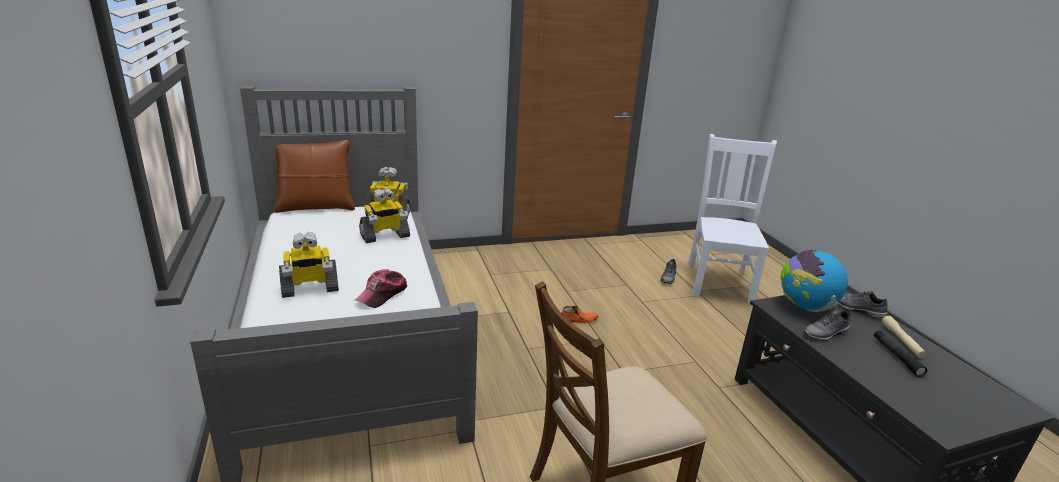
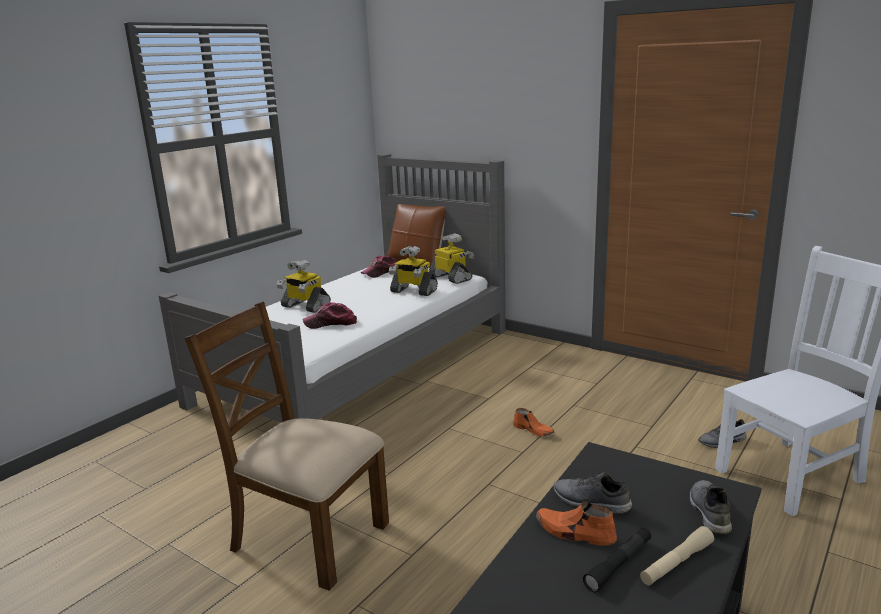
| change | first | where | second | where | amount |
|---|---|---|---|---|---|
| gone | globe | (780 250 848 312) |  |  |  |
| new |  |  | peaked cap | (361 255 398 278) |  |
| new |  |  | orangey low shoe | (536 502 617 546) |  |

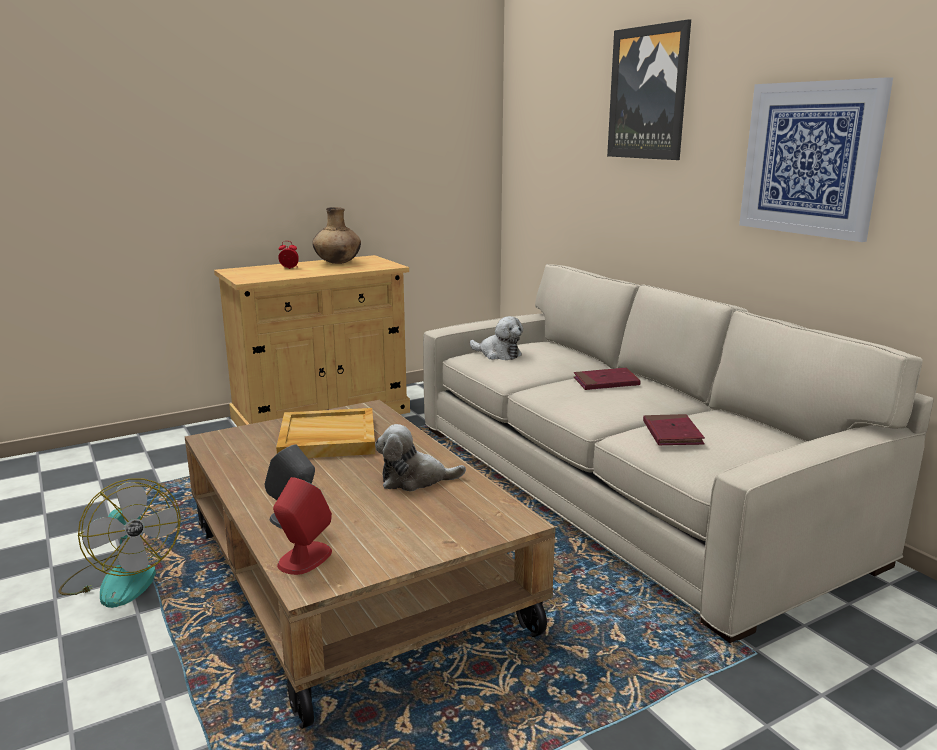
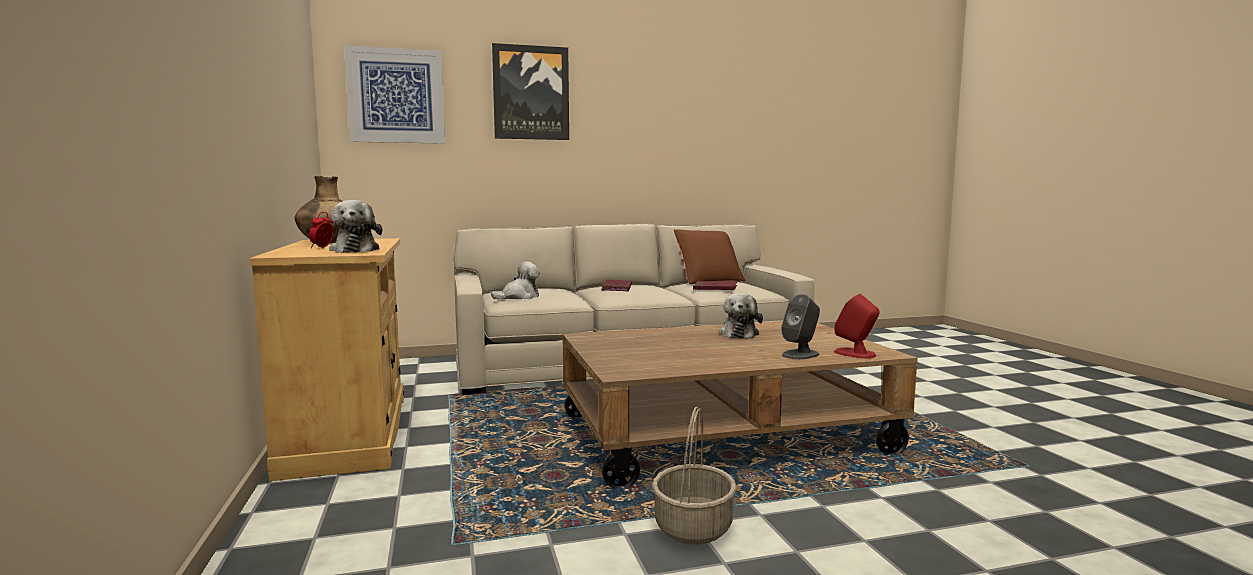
| change | first | where | second | where | amount |
|---|---|---|---|---|---|
| swapped | fan | (58 478 181 608) | storage basket | (652 407 736 545) |  |
| gone | beige-coloured carrying tray | (276 408 375 458) |  |  |  |
| shifted | picture | (739 77 893 242) |  | (345 46 446 144) |  |
| new |  |  | cuddly toy | (329 200 382 253) |  |
| new |  |  | brown-coloured cushion | (674 229 745 284) |  |

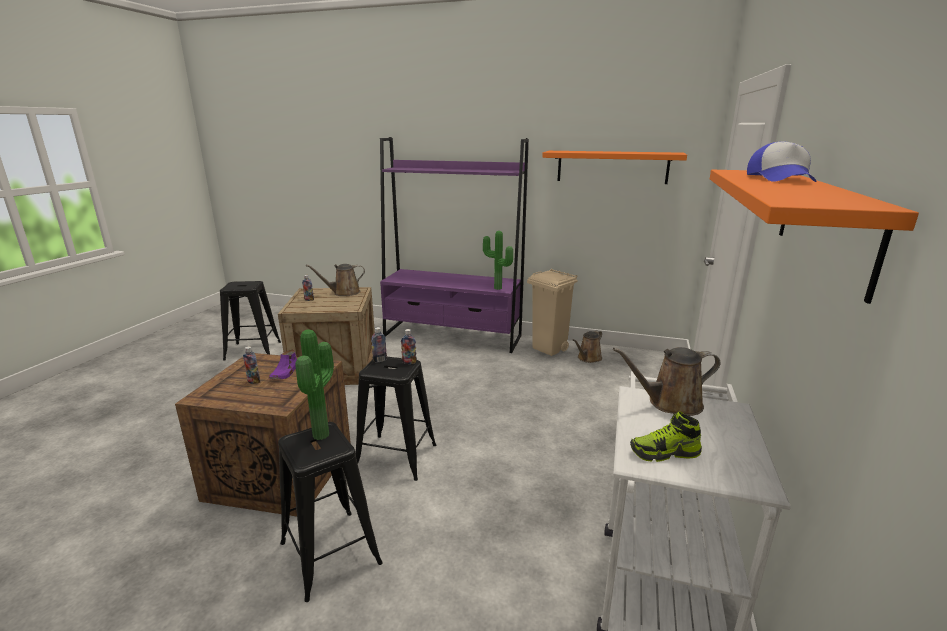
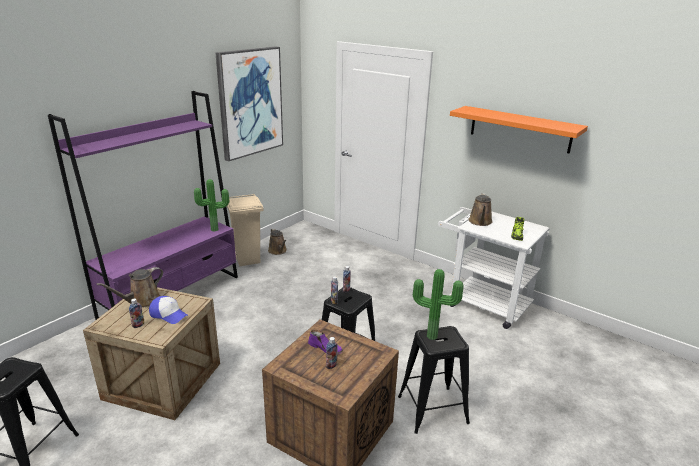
| change | first | where | second | where | amount |
|---|---|---|---|---|---|
| rotated | brown-coloured watering pot | (306 264 365 296) |  | (96 267 163 308) | 45 degrees clockwise |
| swapped | orangey bracket shelf | (542 151 687 184) | picture | (216 46 283 161) |  |
| shifted | peaked cap | (747 141 817 182) |  | (149 296 188 324) |  |

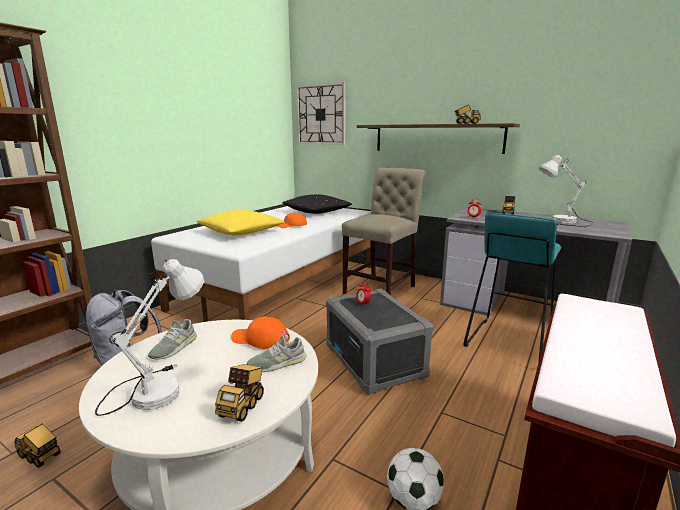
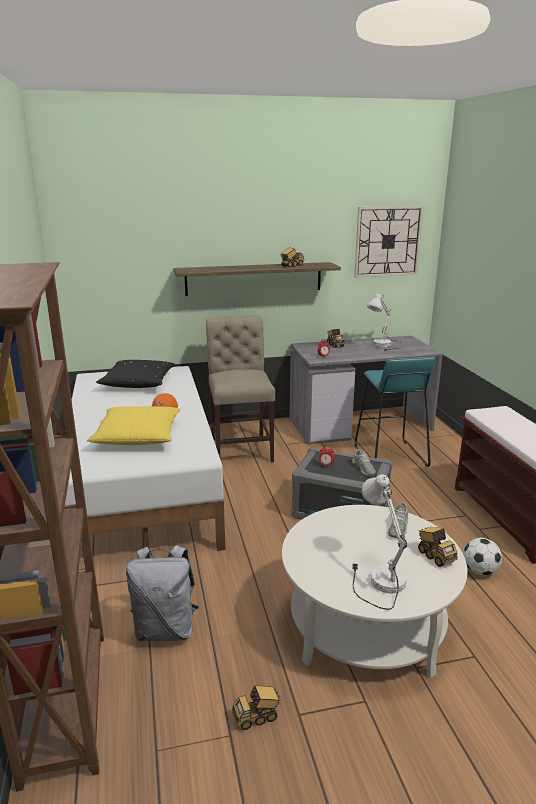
| change | first | where | second | where | amount |
|---|---|---|---|---|---|
| shifted | gray low shoe | (148 319 197 359) |  | (352 449 376 476) |  |
| gone | orangey peaked cap | (231 316 290 349) |  |  |  |
| shifted | wall clock | (296 82 346 145) |  | (354 206 424 277) |  |

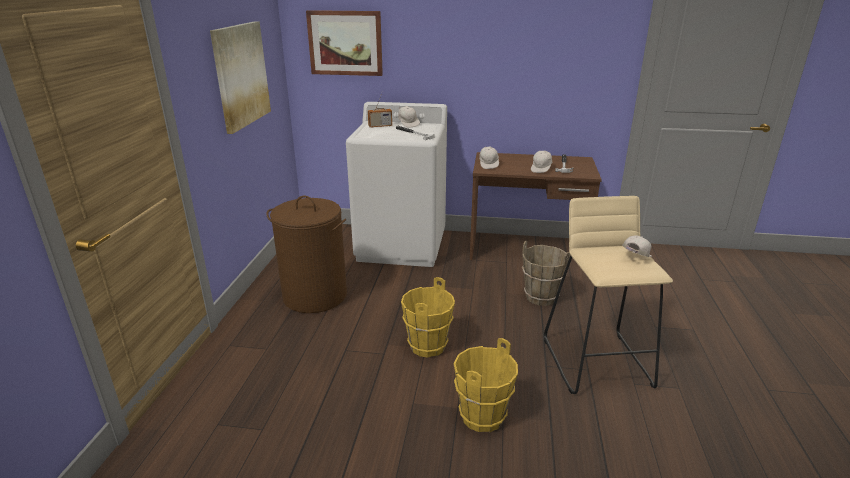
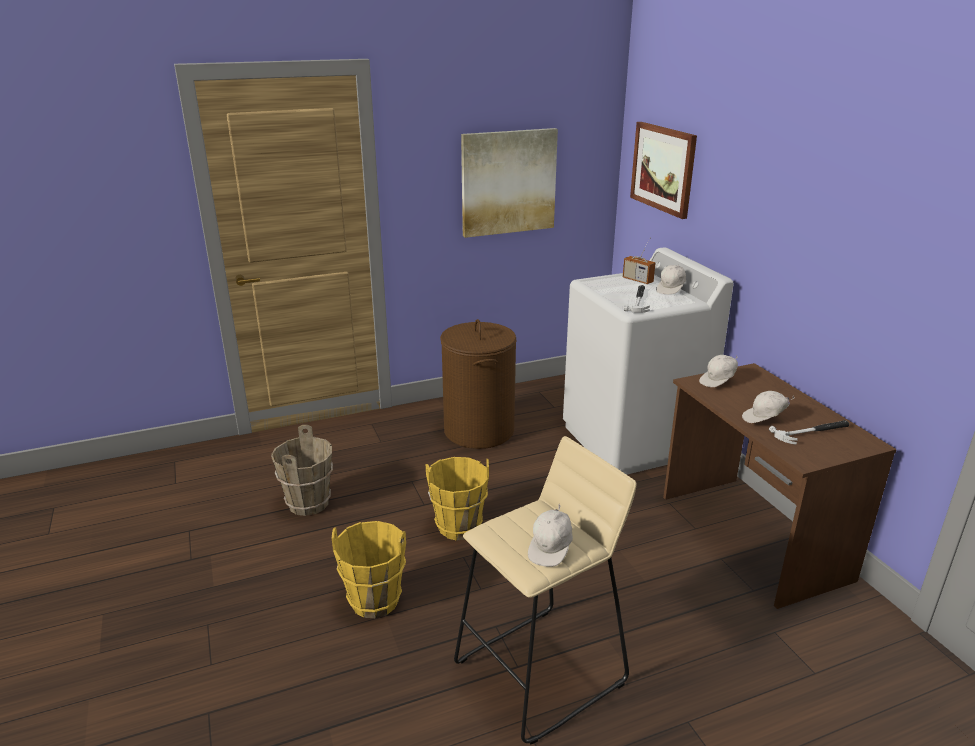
| change | first | where | second | where | amount |
|---|---|---|---|---|---|
| shifted | brown-coloured pail | (522 241 570 306) |  | (271 425 333 516) |  |
| rotated | whitish peaked cap | (622 235 652 257) |  | (528 503 573 567) | 105 degrees clockwise |

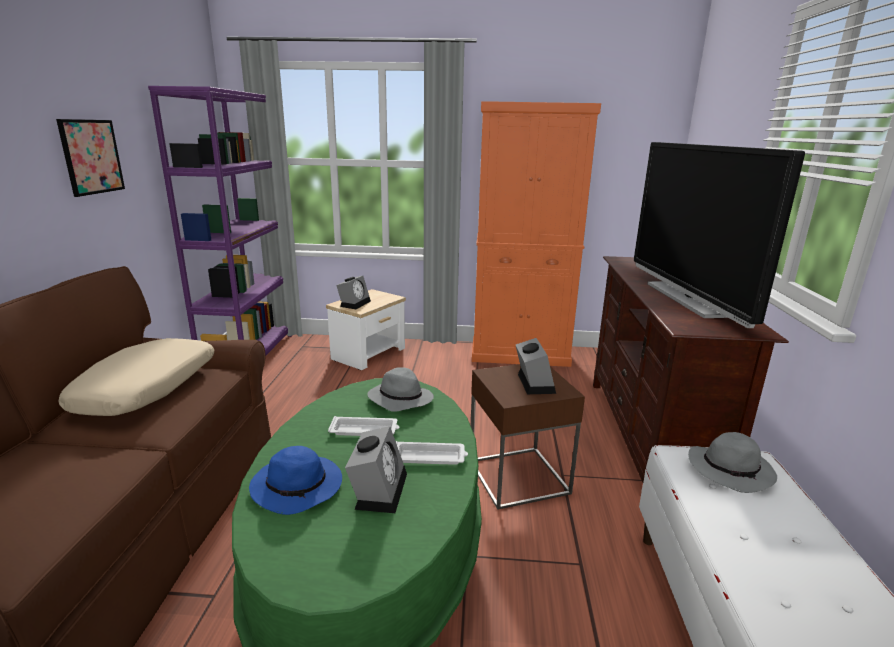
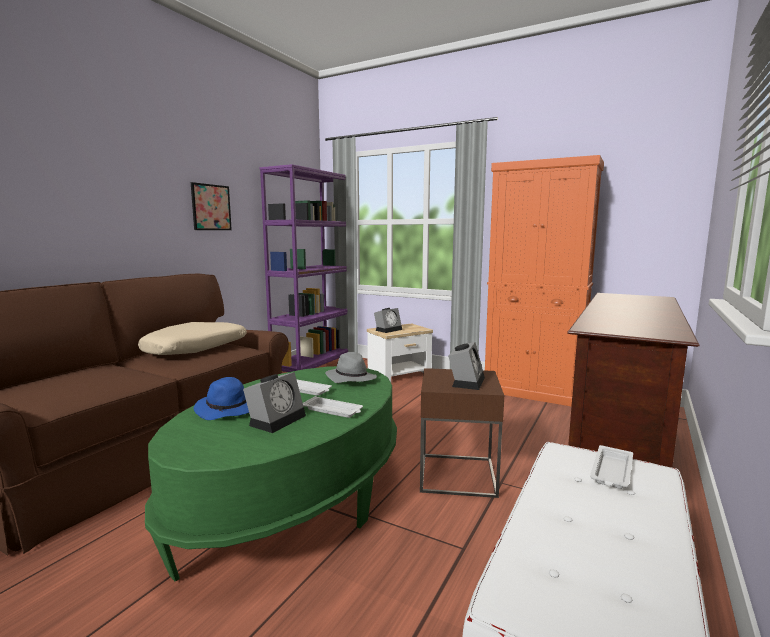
| change | first | where | second | where | amount |
|---|---|---|---|---|---|
| gone | television | (634 142 805 328) |  |  |  |
| swapped | gray wearable hat | (688 432 777 493) | whitish carrying tray | (590 445 633 489) |  |

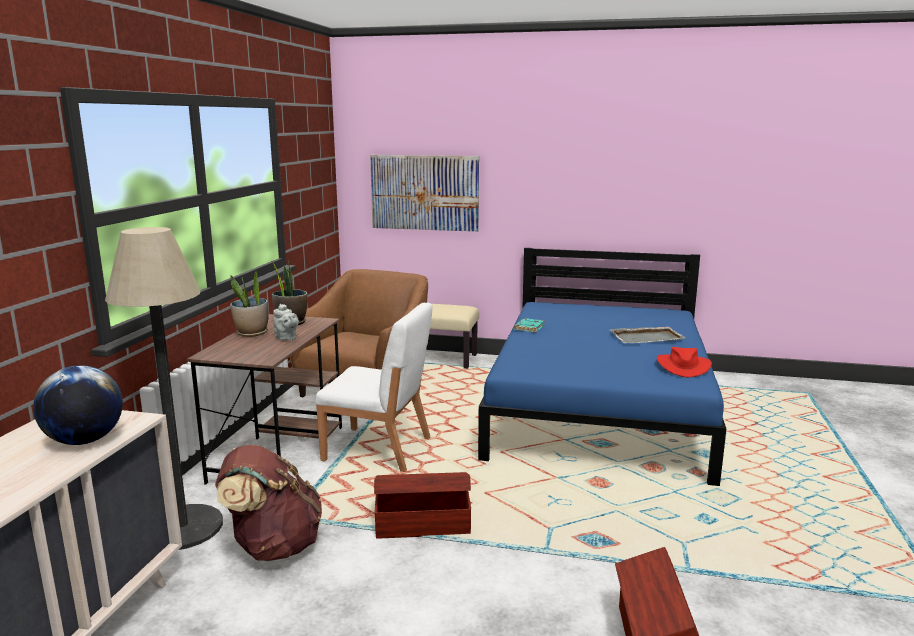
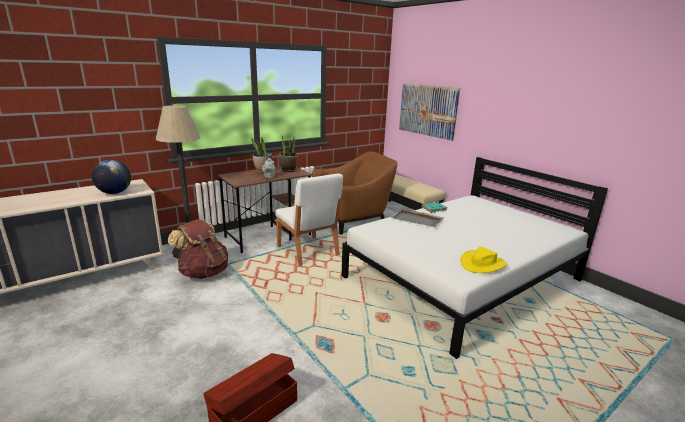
| change | first | where | second | where | amount |
|---|---|---|---|---|---|
| gone | brown-coloured storage container | (374 472 471 539) |  |  |  |
| repainted | blue-coloured bed | (478 248 726 486) | whitish bed | (341 157 608 359) |  |
| shifted | gray carrying tray | (609 326 686 343) |  | (390 208 444 227) |  |
| repainted | reddish wearable hat | (657 347 712 377) | yellow-coloured wearable hat | (460 247 507 273) |  |

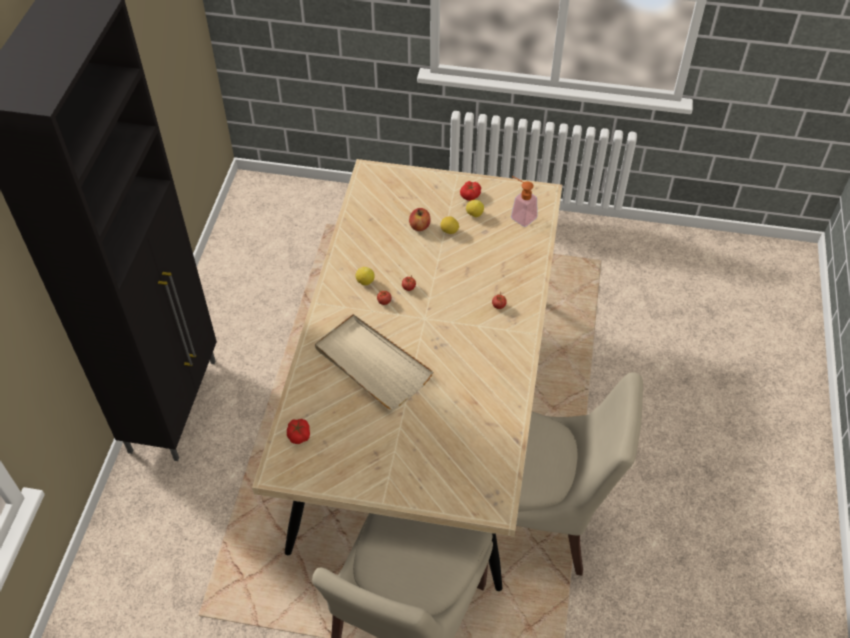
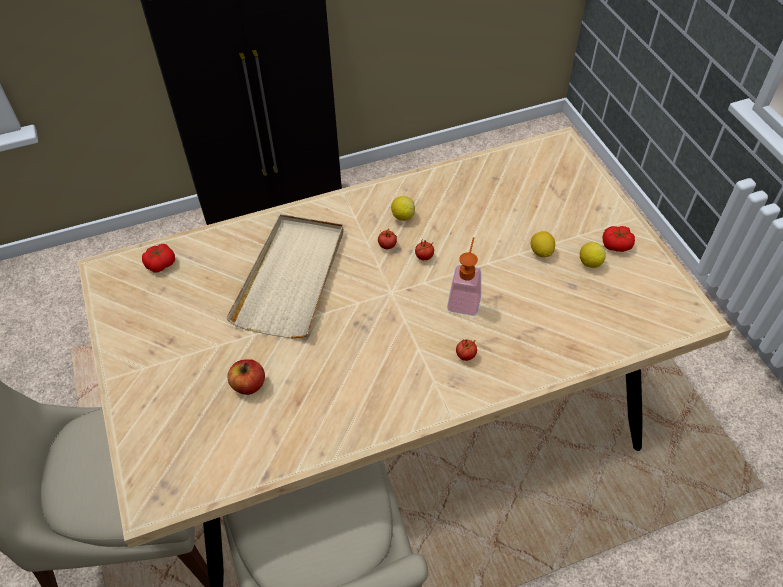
| change | first | where | second | where | amount |
|---|---|---|---|---|---|
| shifted | apple fruit | (409 208 430 231) |  | (228 359 265 395) |  |
| shifted | liquid soap bottle | (511 176 538 227) |  | (447 237 481 316) |  |

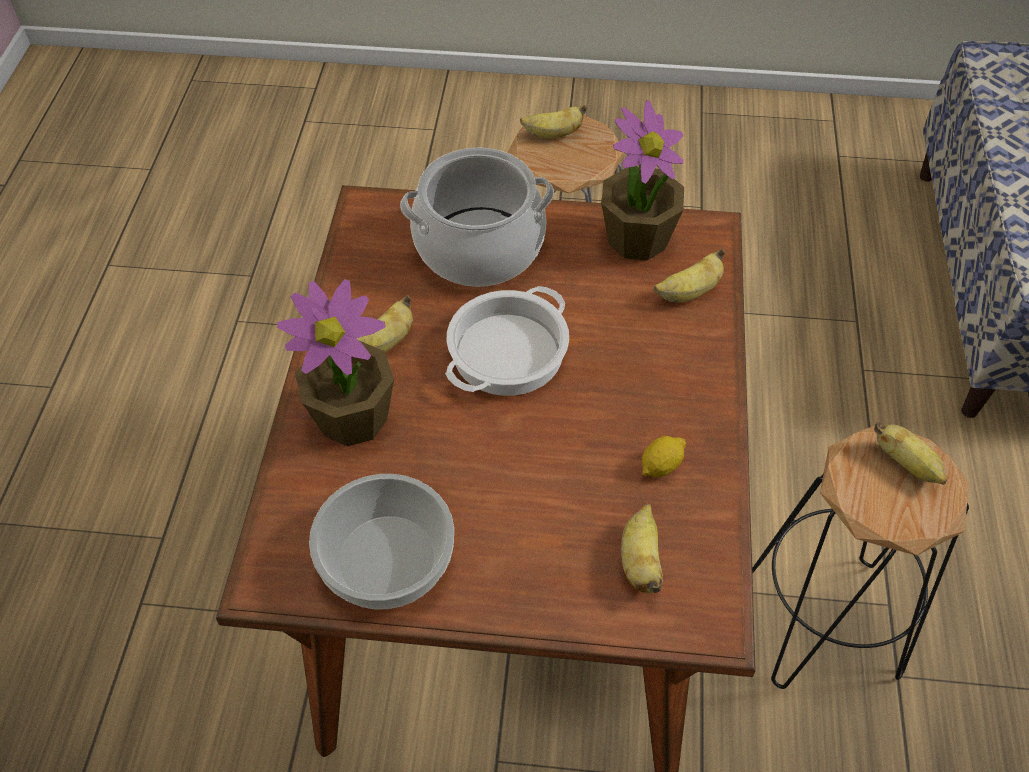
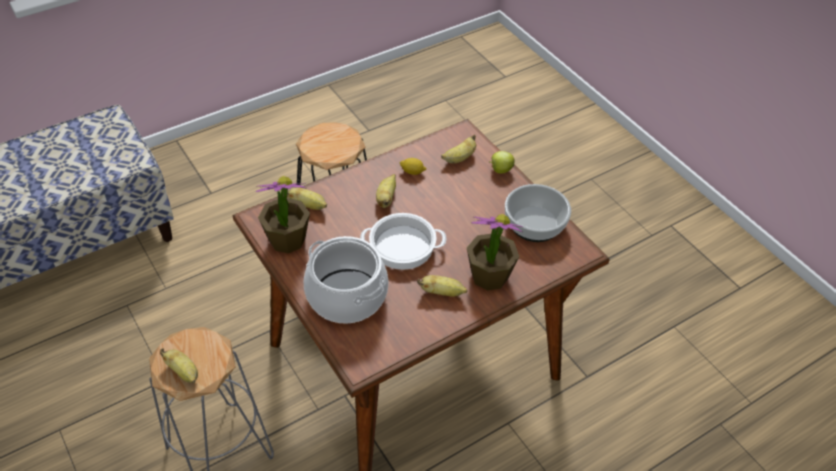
| change | first | where | second | where | amount |
|---|---|---|---|---|---|
| shifted | banana | (874 421 947 485) |  | (376 174 396 208) |  |
| new |  |  | apple fruit | (489 151 515 173) |  |

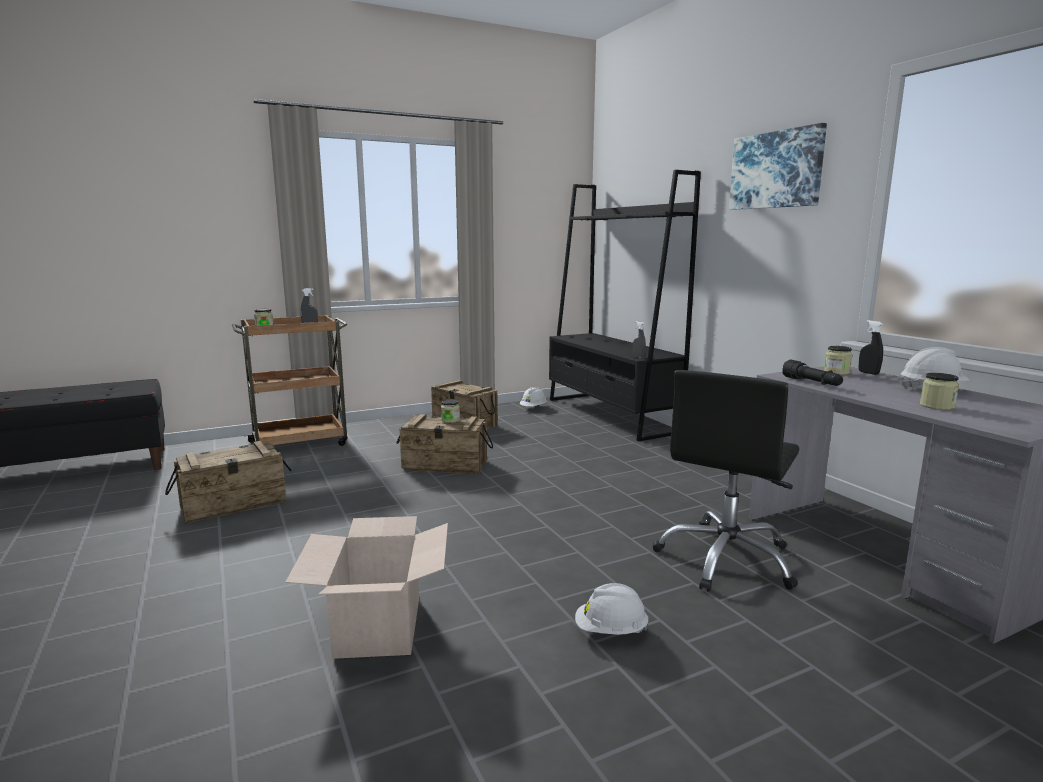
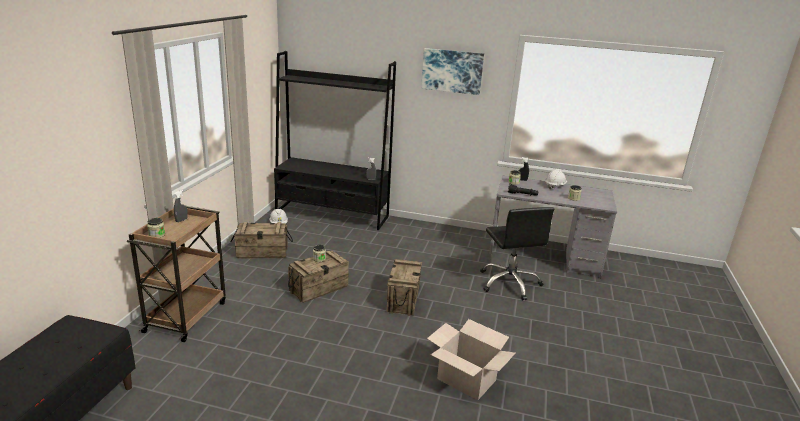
| change | first | where | second | where | amount |
|---|---|---|---|---|---|
| shifted | shipping crate | (165 441 291 523) |  | (387 259 422 316) |  |
| gone | whitish hard hat | (575 583 649 635) |  |  |  |

